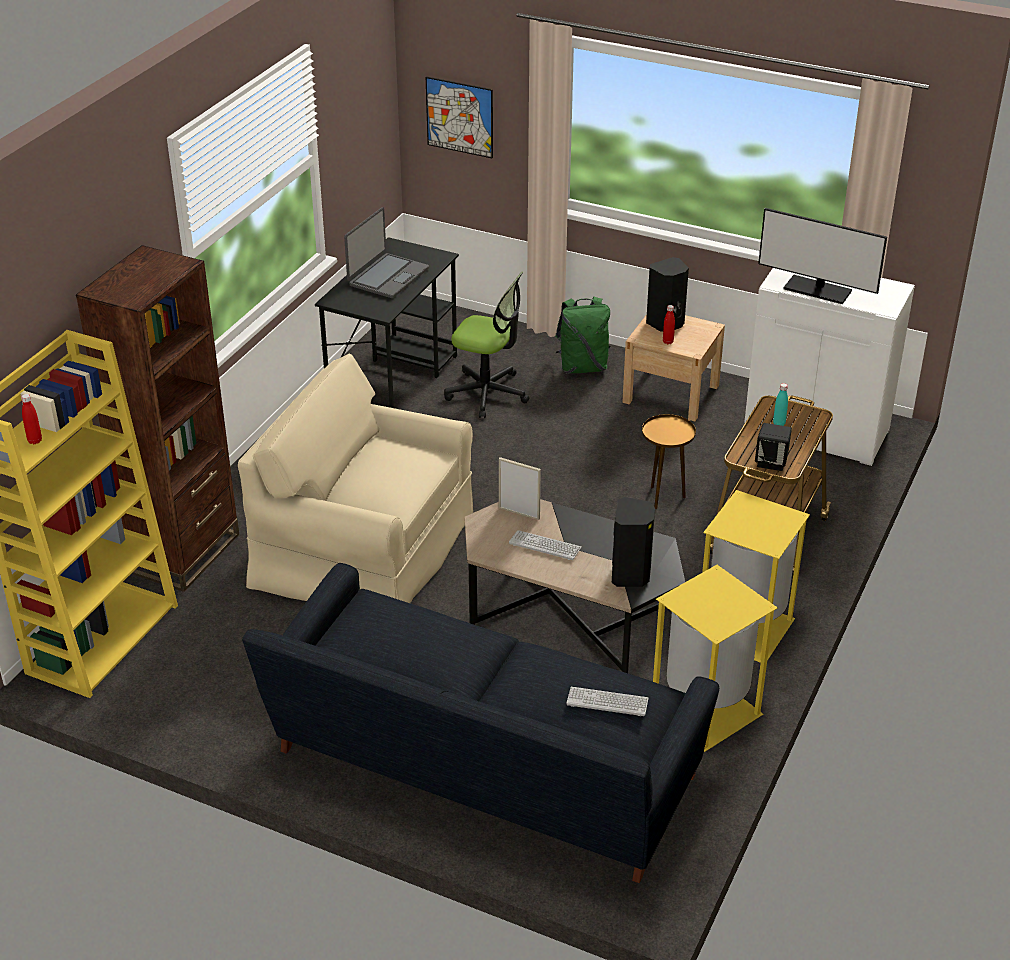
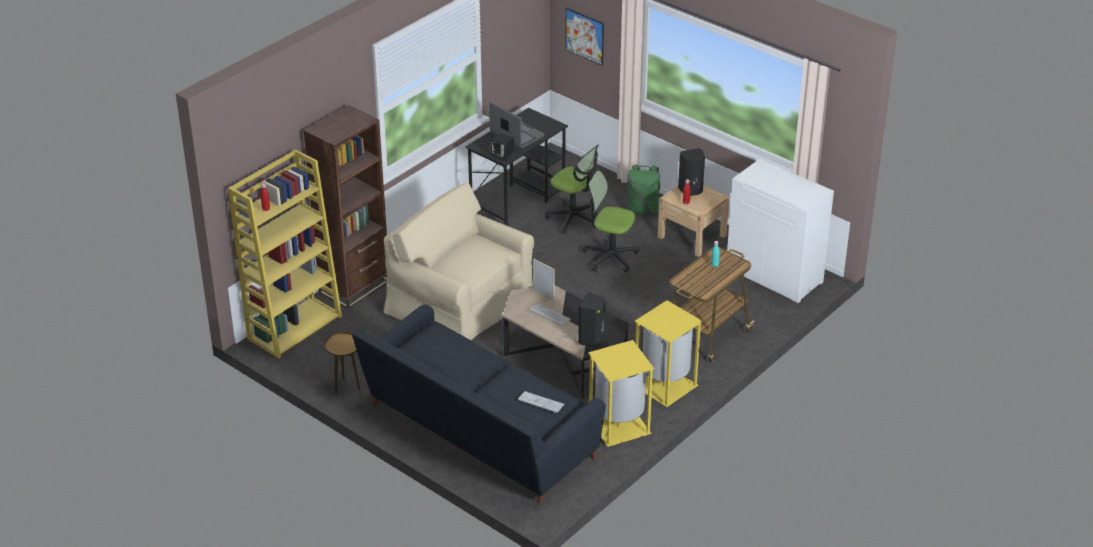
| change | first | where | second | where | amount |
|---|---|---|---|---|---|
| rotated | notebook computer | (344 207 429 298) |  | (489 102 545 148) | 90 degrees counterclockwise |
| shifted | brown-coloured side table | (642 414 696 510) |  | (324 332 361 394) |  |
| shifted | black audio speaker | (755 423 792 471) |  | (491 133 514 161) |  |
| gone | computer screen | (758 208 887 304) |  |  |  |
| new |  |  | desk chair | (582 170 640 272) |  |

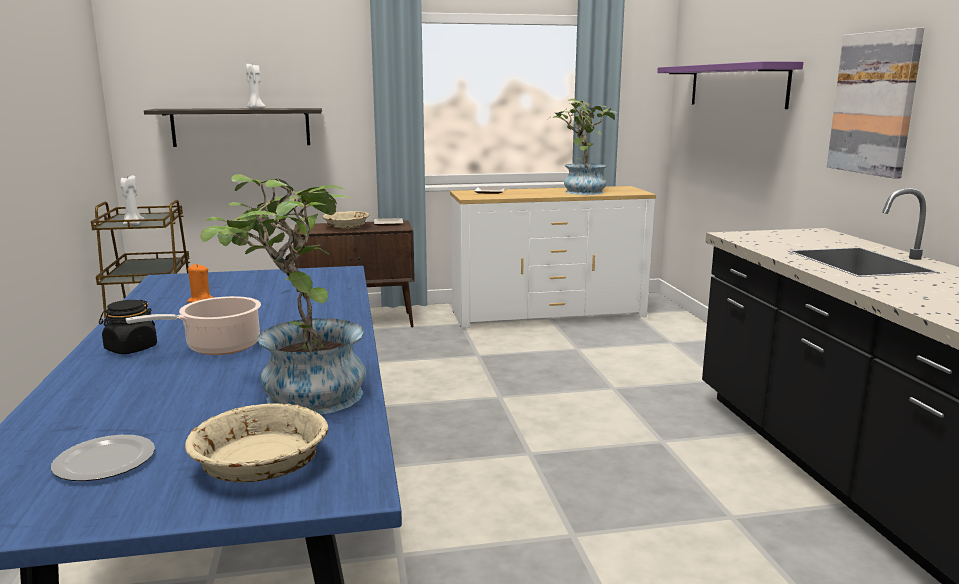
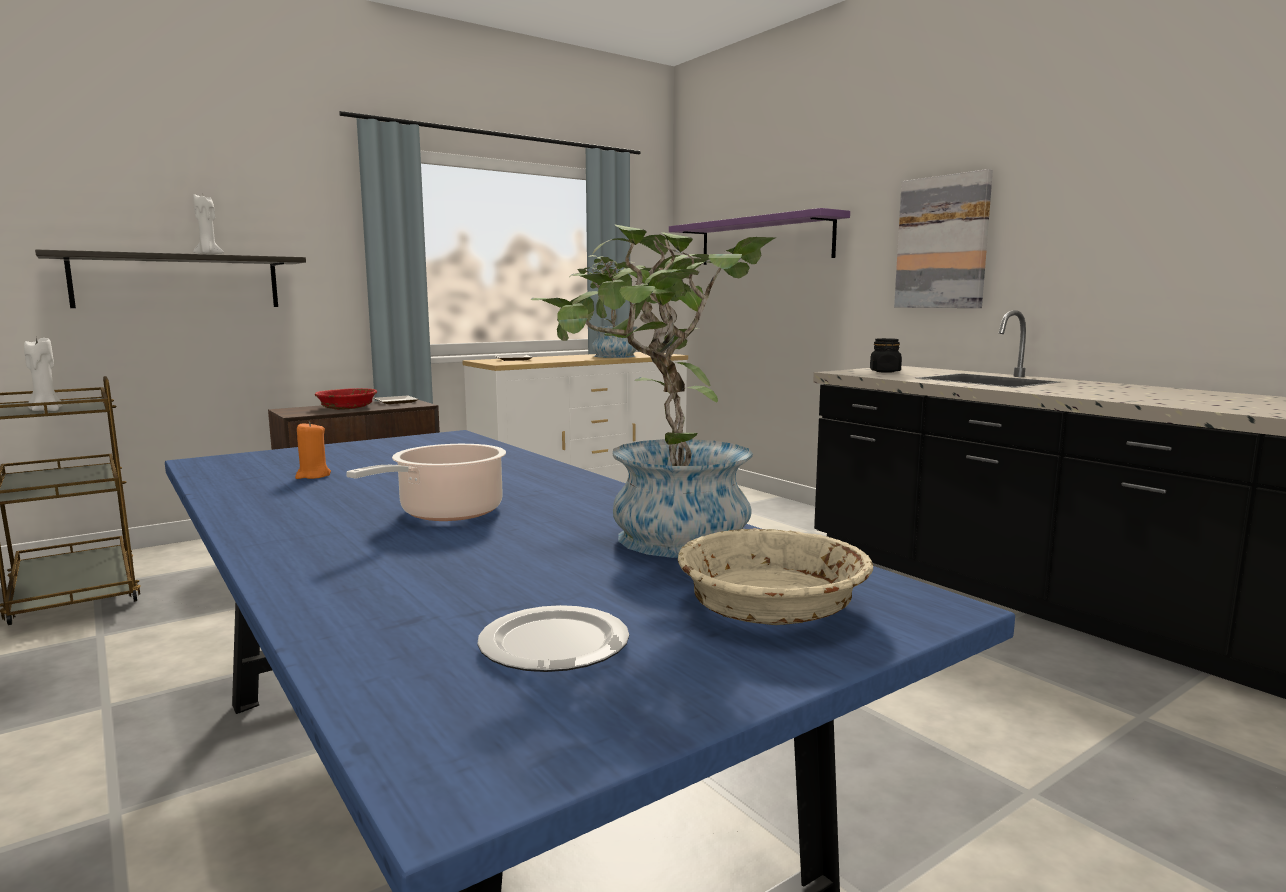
| change | first | where | second | where | amount |
|---|---|---|---|---|---|
| shifted | black storage jar | (99 300 157 354) |  | (870 338 902 373) |  |
| repainted | beige-coloured serving bowl | (323 211 369 229) | reddish serving bowl | (315 388 377 410) |  |

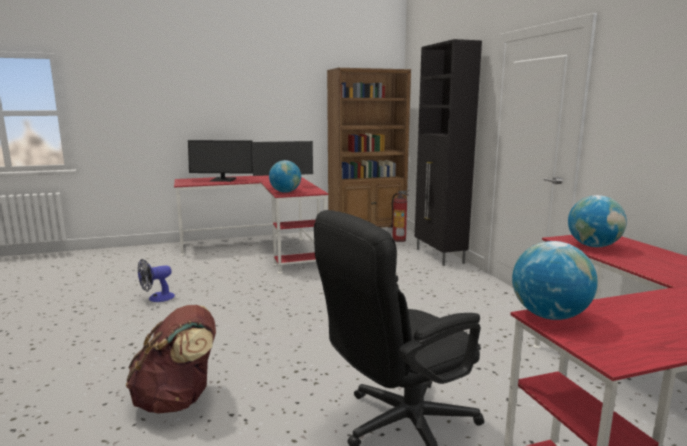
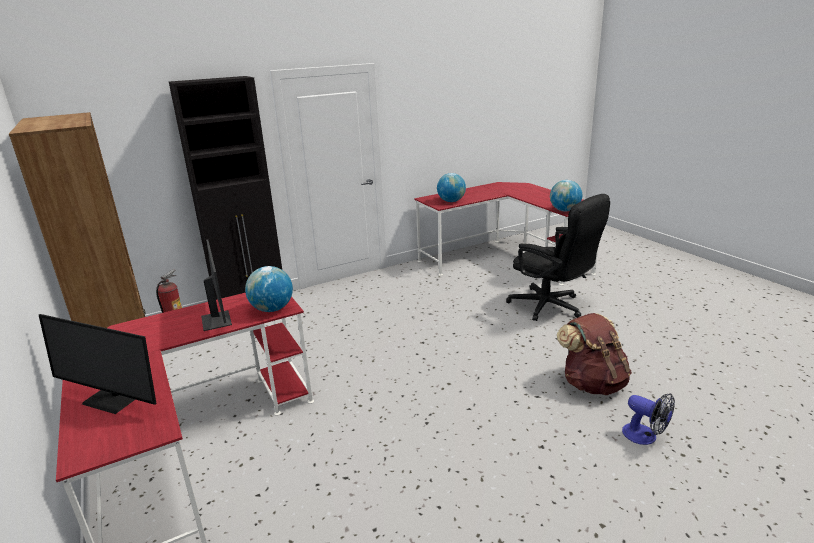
| change | first | where | second | where | amount |
|---|---|---|---|---|---|
| shifted | fan | (138 259 175 302) |  | (622 393 675 445) |  |
| rotated | computer screen | (188 140 253 182) |  | (39 314 156 414) | 120 degrees clockwise |

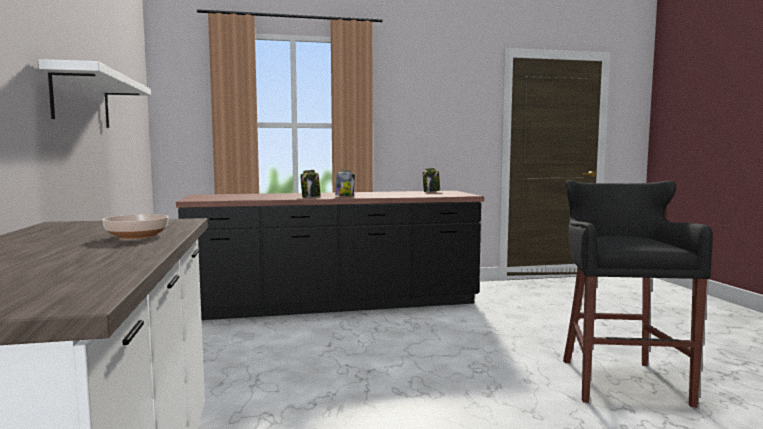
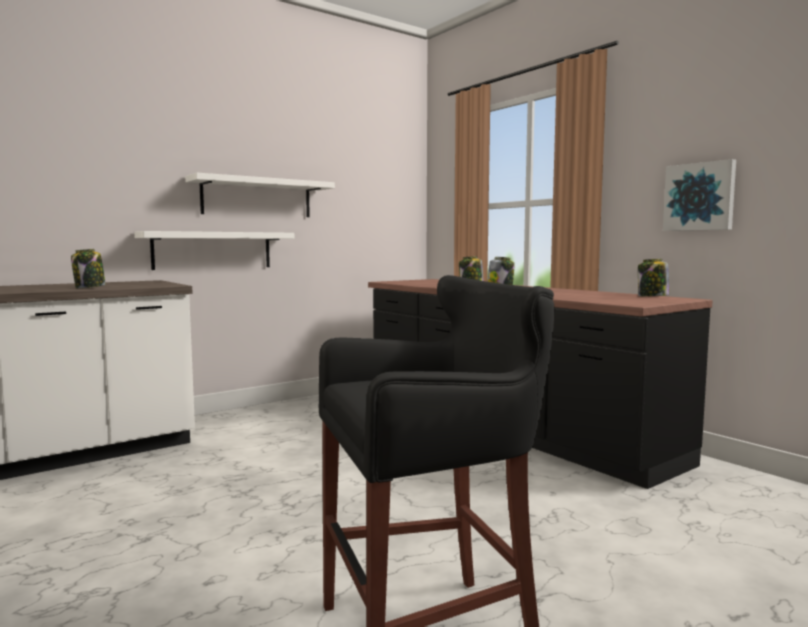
| change | first | where | second | where | amount |
|---|---|---|---|---|---|
| swapped | serving bowl | (102 214 169 239) | storage jar | (71 249 106 288) |  |
| new |  |  | whitish bracket shelf | (134 231 294 270) |  |
| new |  |  | picture | (663 159 736 231) |  |

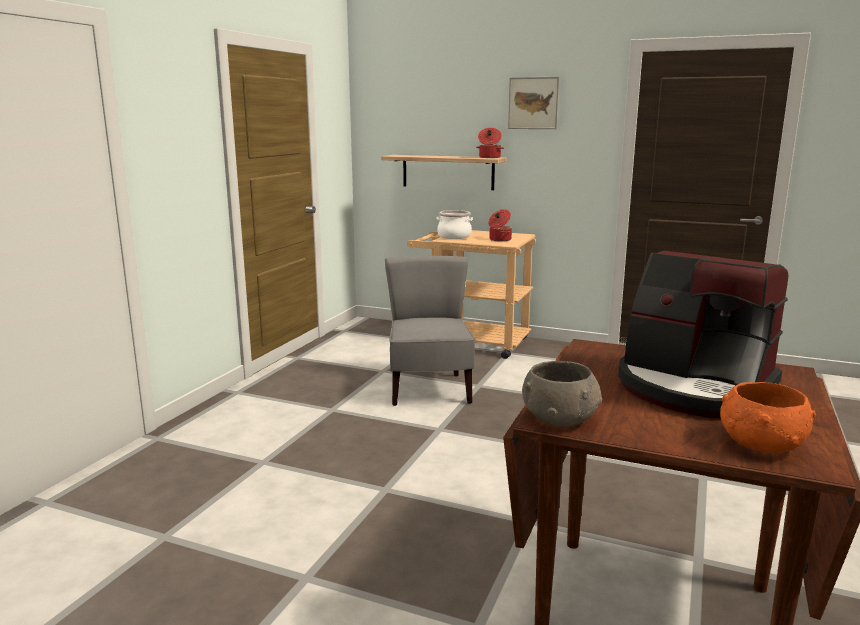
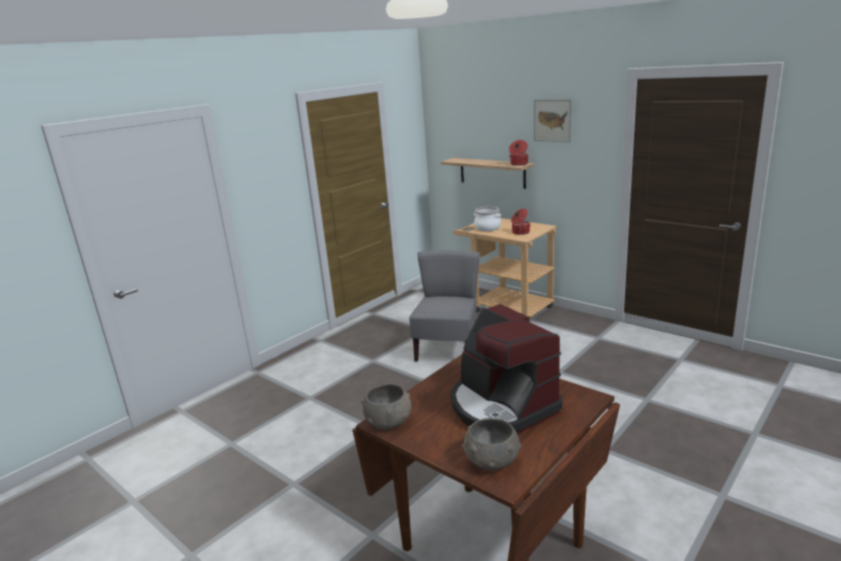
| change | first | where | second | where | amount |
|---|---|---|---|---|---|
| repainted | orangey serving bowl | (720 382 816 453) | gray serving bowl | (462 418 521 470) |  |

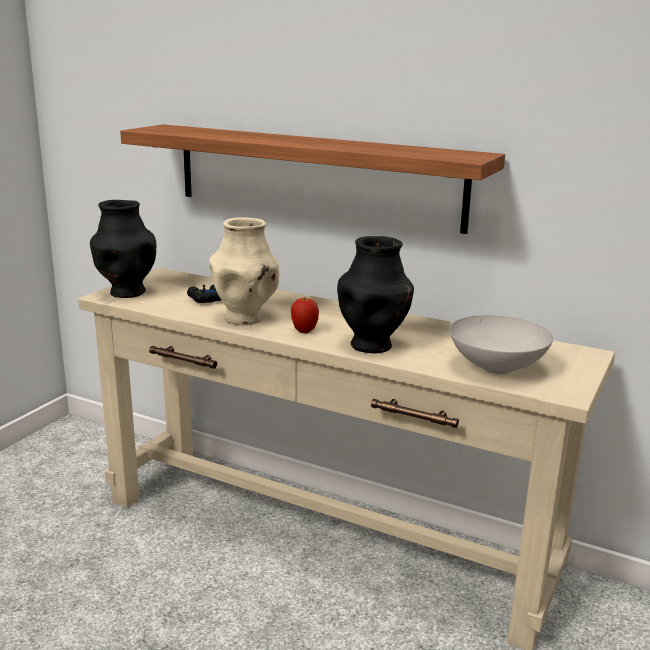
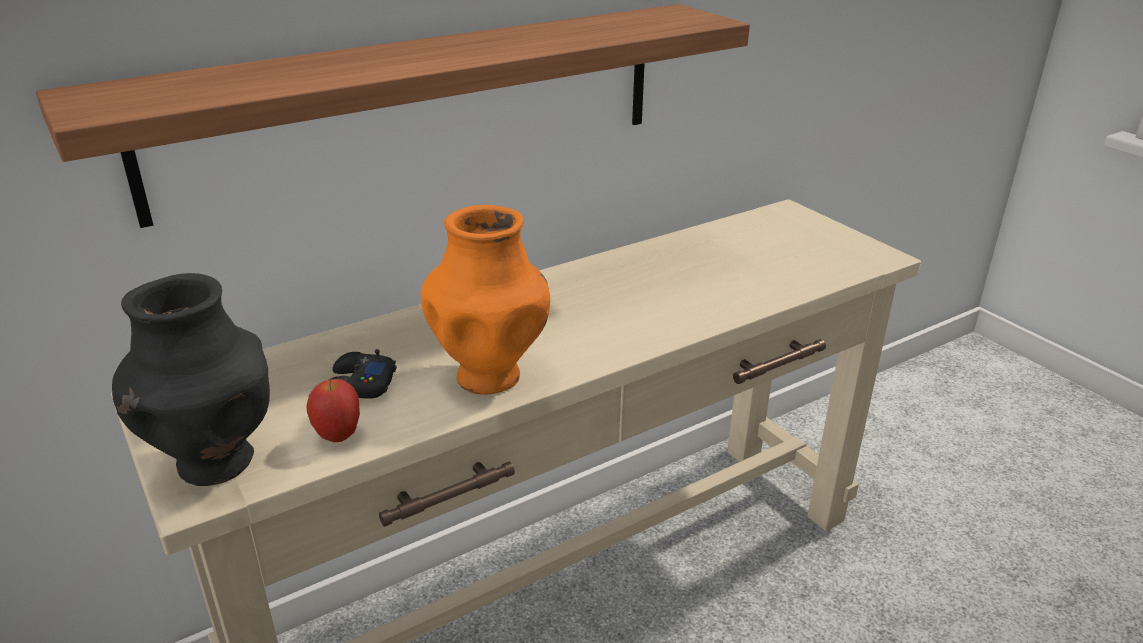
| change | first | where | second | where | amount |
|---|---|---|---|---|---|
| repainted | beige-coloured flower vase | (209 217 279 325) | orangey flower vase | (421 205 550 395) |  |
| shifted | apple fruit | (291 298 319 333) |  | (307 379 360 442) |  |
| gone | black flower vase | (337 236 414 353) |  |  |  |
| gone | whitish serving bowl | (449 315 553 374) |  |  |  |

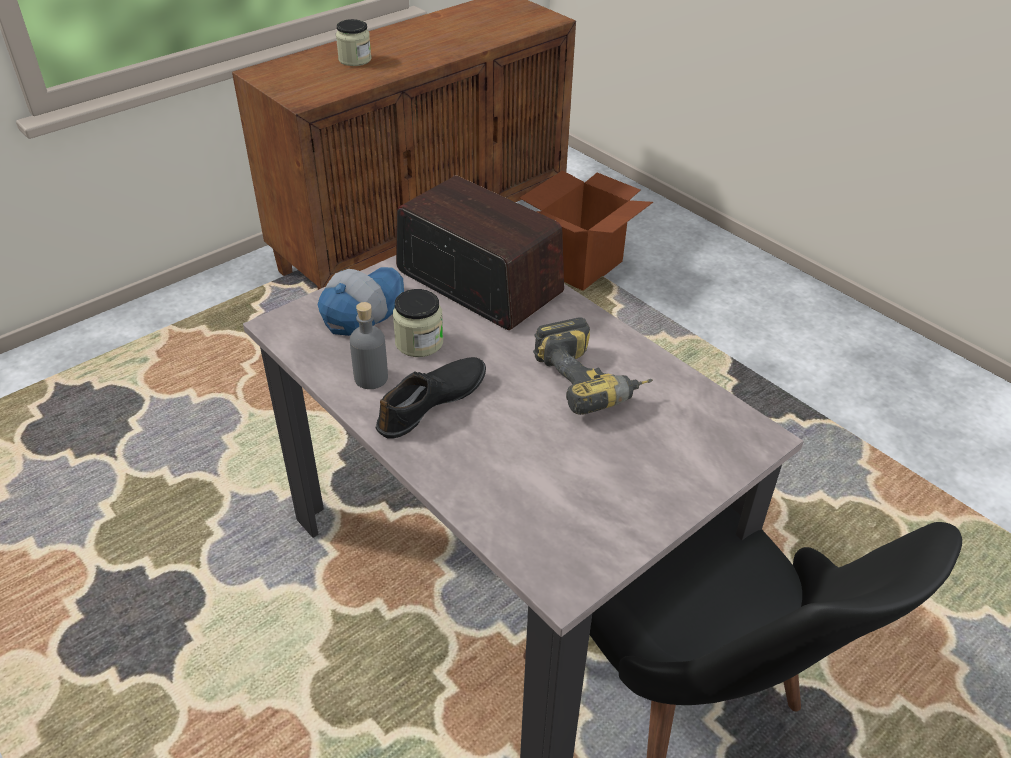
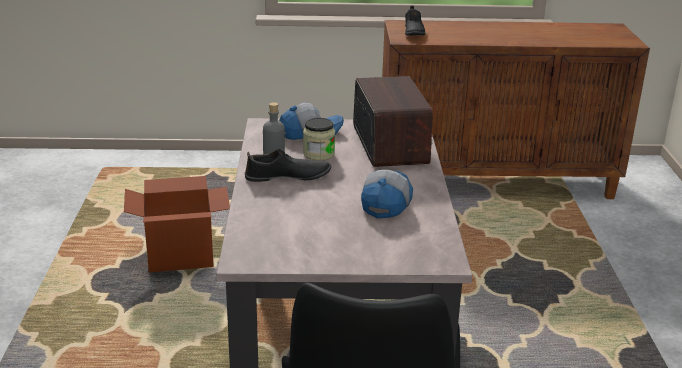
| change | first | where | second | where | amount |
|---|---|---|---|---|---|
| gone | storage jar | (336 19 372 66) |  |  |  |
| shifted | cardboard box | (520 170 653 291) |  | (124 176 230 272) |  |
| swapped | electric drill | (533 318 653 415) | peaked cap | (361 170 413 218) |  |
| new |  |  | black low shoe | (405 6 425 36) |  |

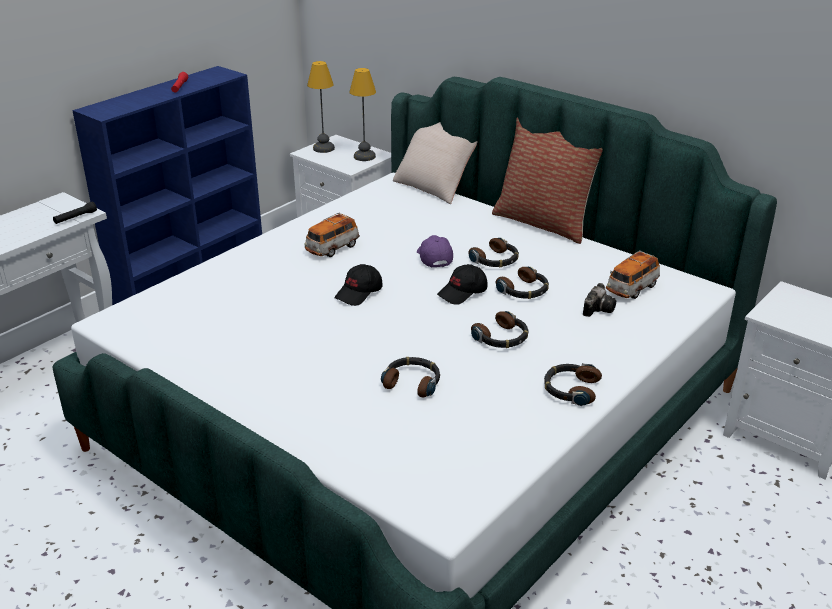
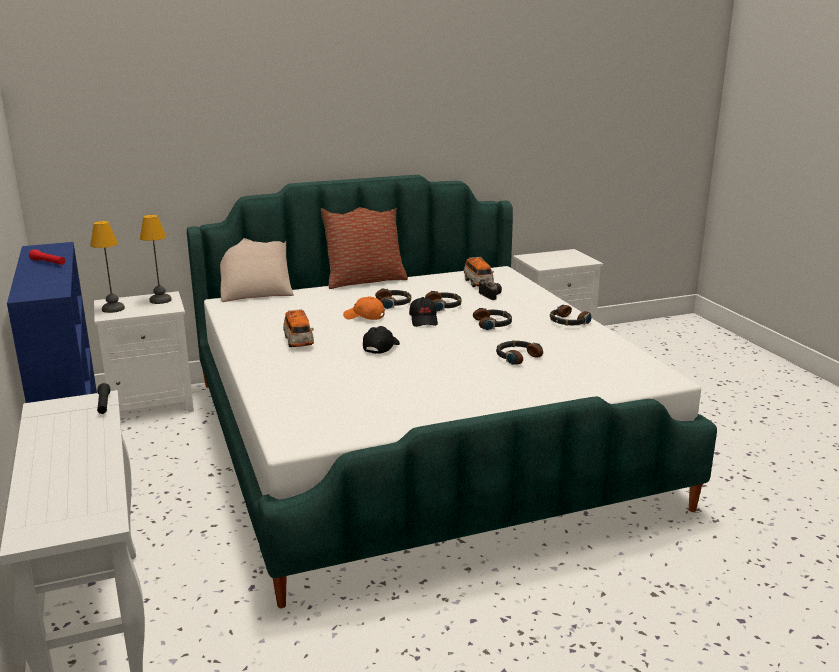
| change | first | where | second | where | amount |
|---|---|---|---|---|---|
| rotated | black peaked cap | (334 264 382 306) |  | (363 326 400 354) | 135 degrees counterclockwise |
| repainted | purple peaked cap | (417 235 453 267) | orangey peaked cap | (343 296 385 320) |  |

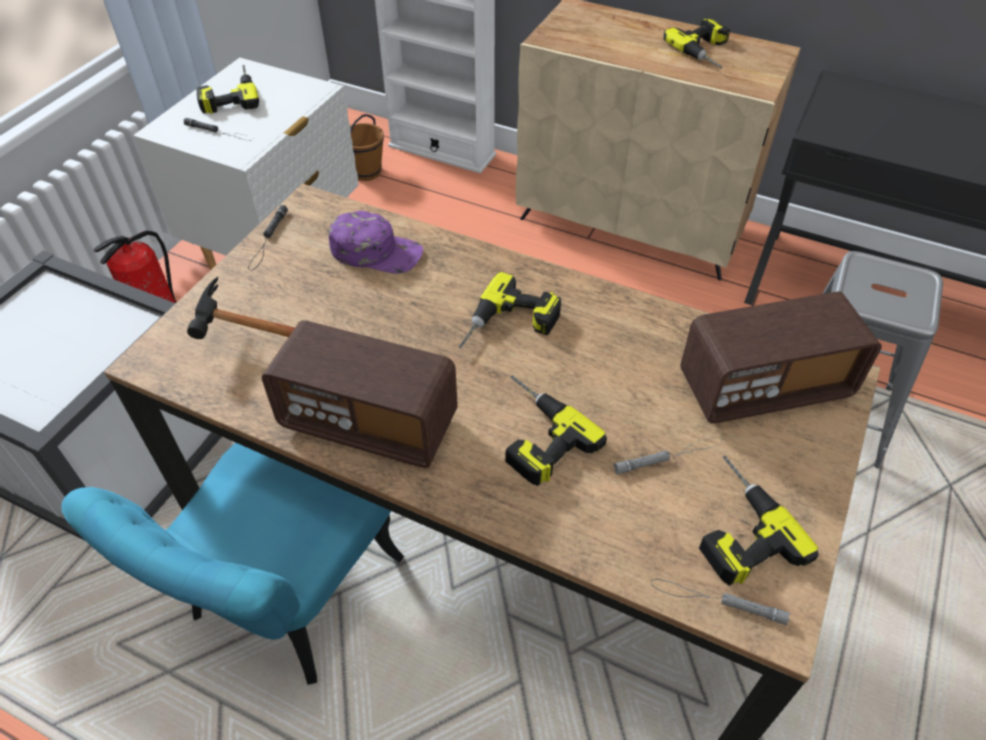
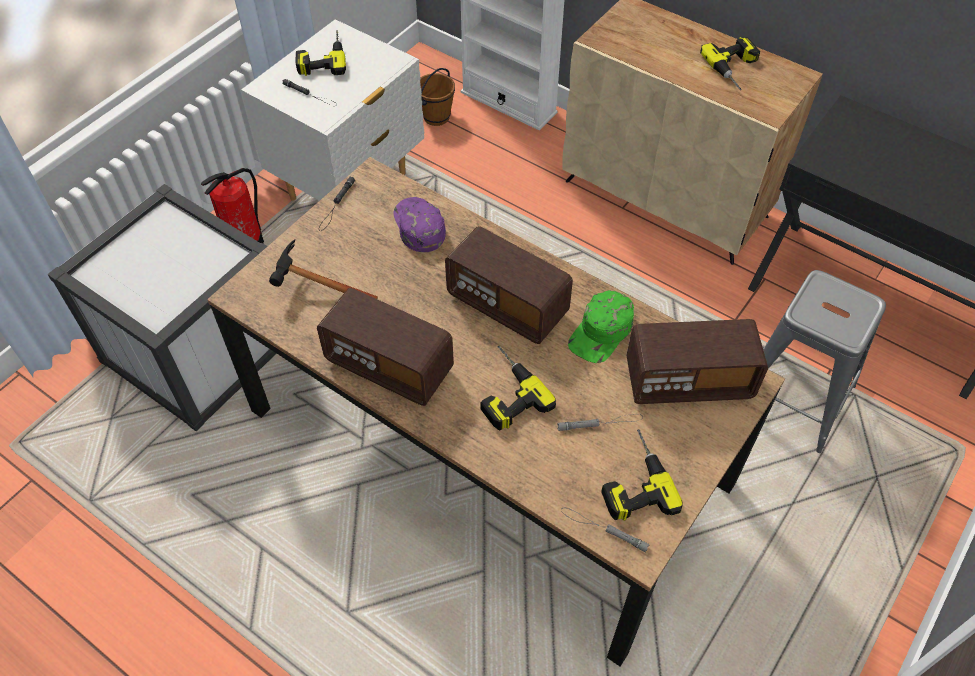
| change | first | where | second | where | amount |
|---|---|---|---|---|---|
| gone | turquoise plain chair | (62 443 404 685) |  |  |  |
| rotated | purple peaked cap | (329 210 423 274) |  | (393 197 446 252) | 135 degrees counterclockwise |
| swapped | electric drill | (458 272 561 348) | radio | (445 226 573 344) |  |
| new |  |  | greenish peaked cap | (568 290 634 363) |  |

